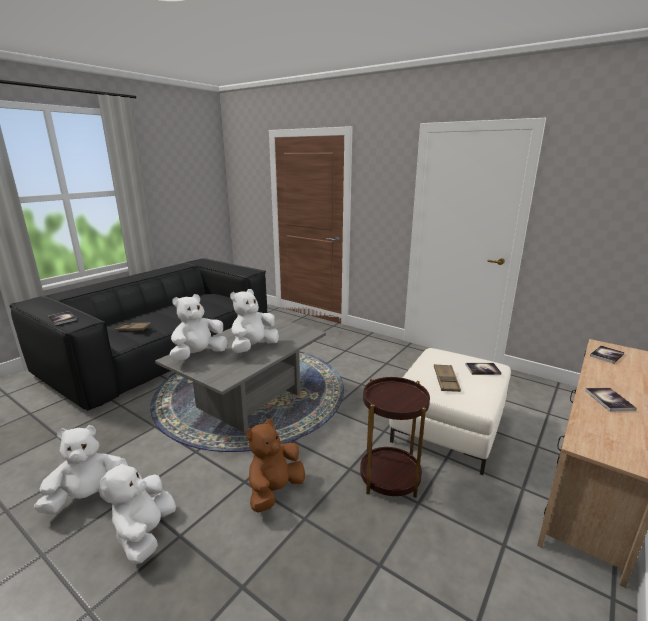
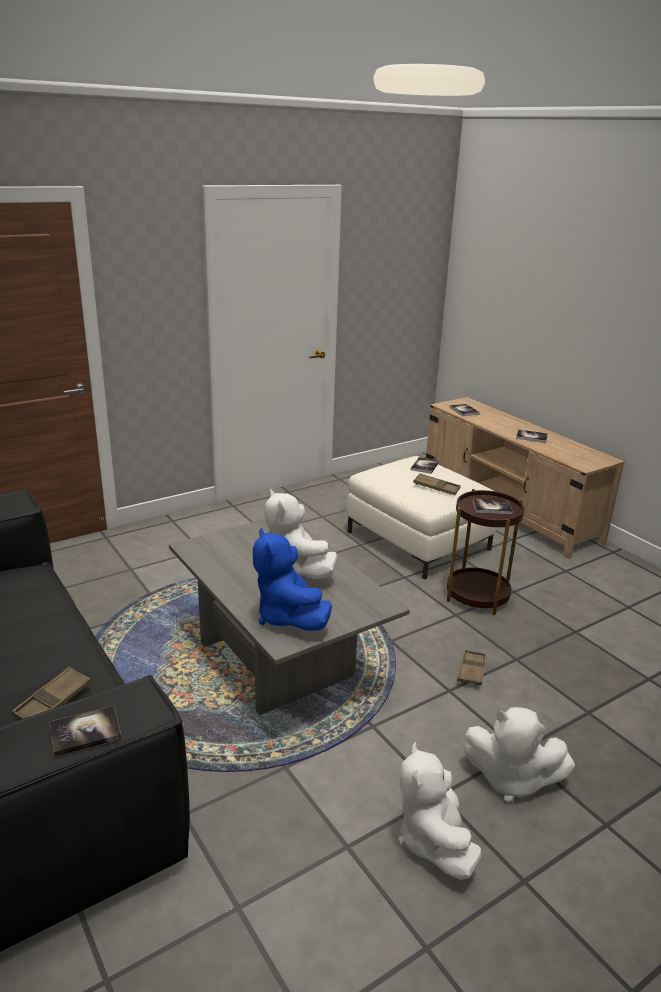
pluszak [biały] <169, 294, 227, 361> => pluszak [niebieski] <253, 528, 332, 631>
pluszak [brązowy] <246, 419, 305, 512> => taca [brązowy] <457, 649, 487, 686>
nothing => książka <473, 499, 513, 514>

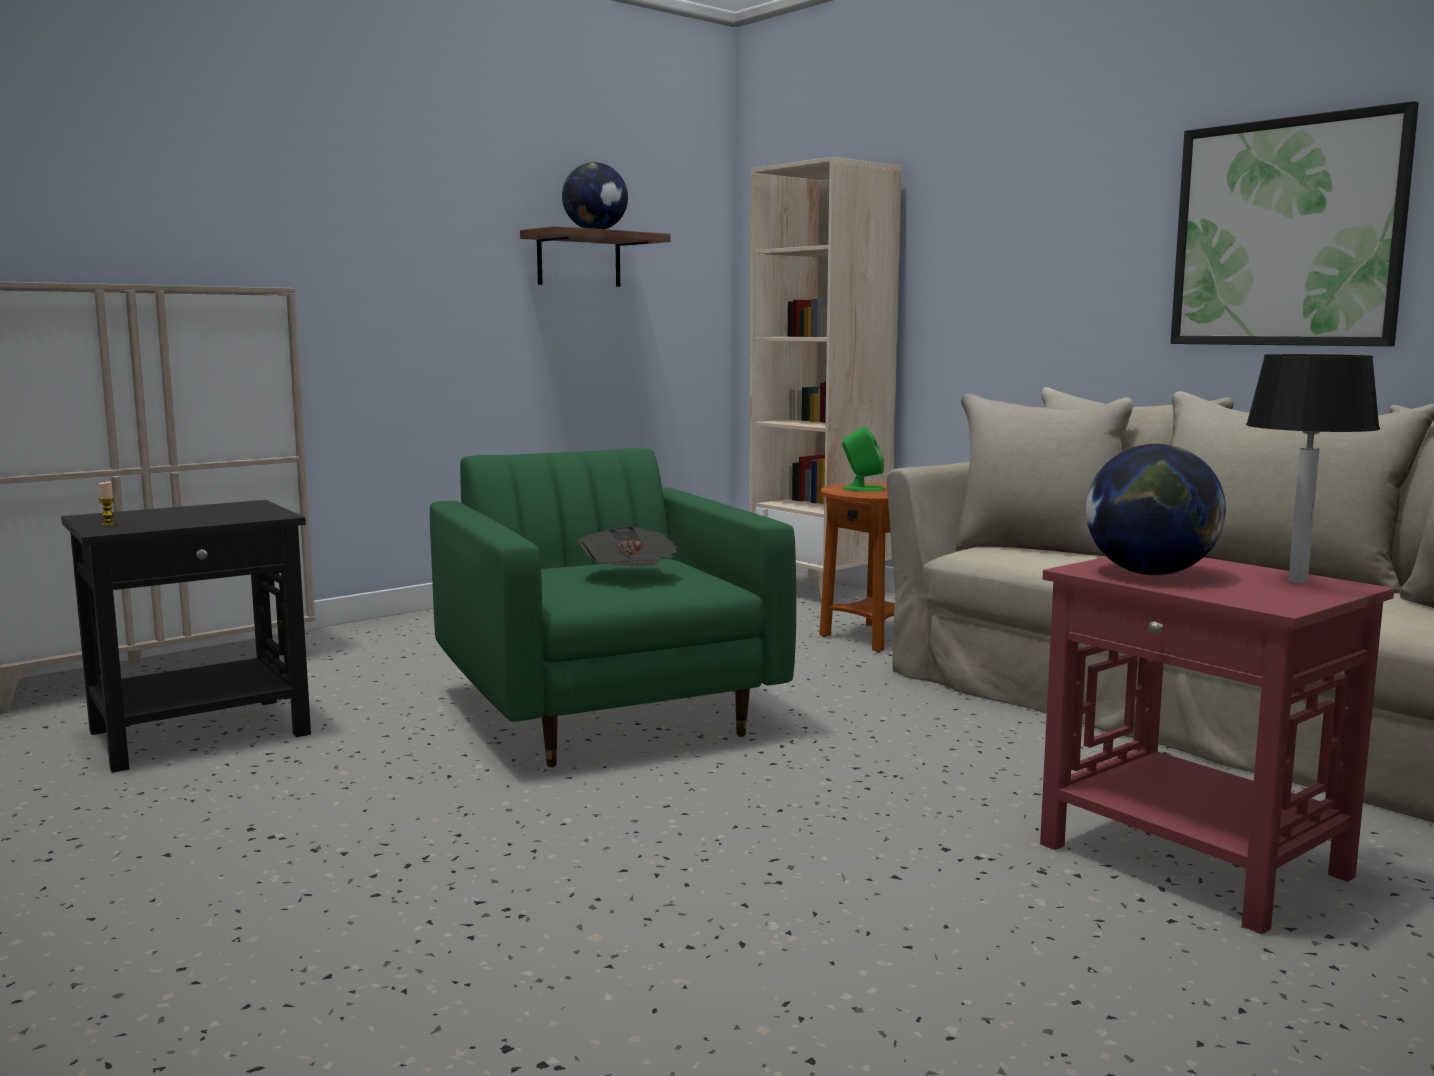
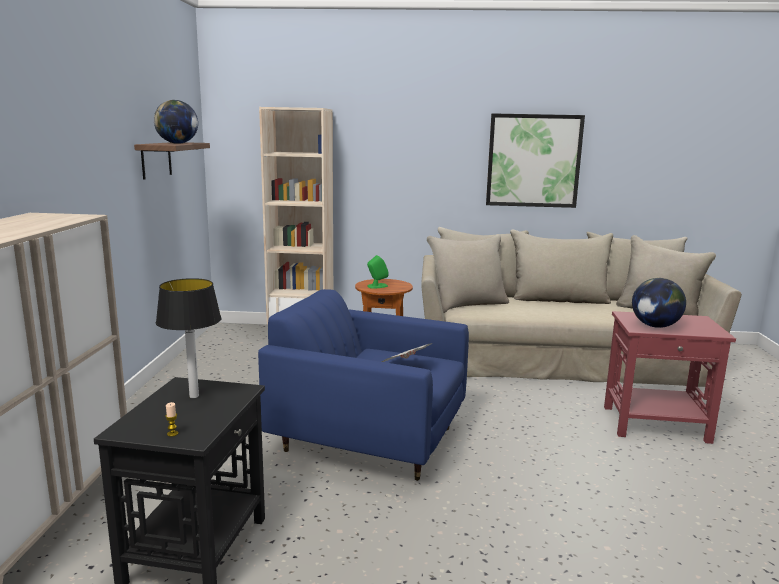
lampa stołowa <1246, 354, 1380, 584> => lampa stołowa <156, 278, 221, 398>, relocated
fotel [zielony] <430, 448, 796, 767> => fotel [niebieski] <258, 289, 469, 481>

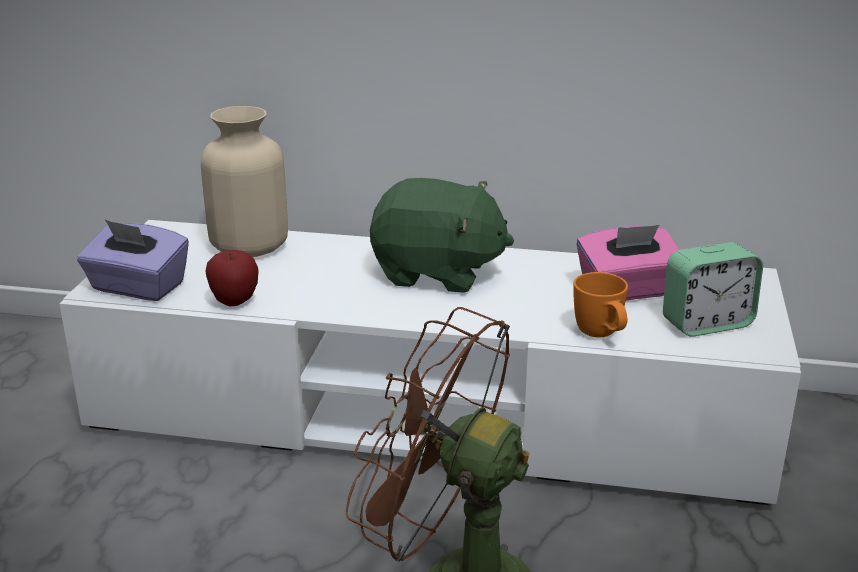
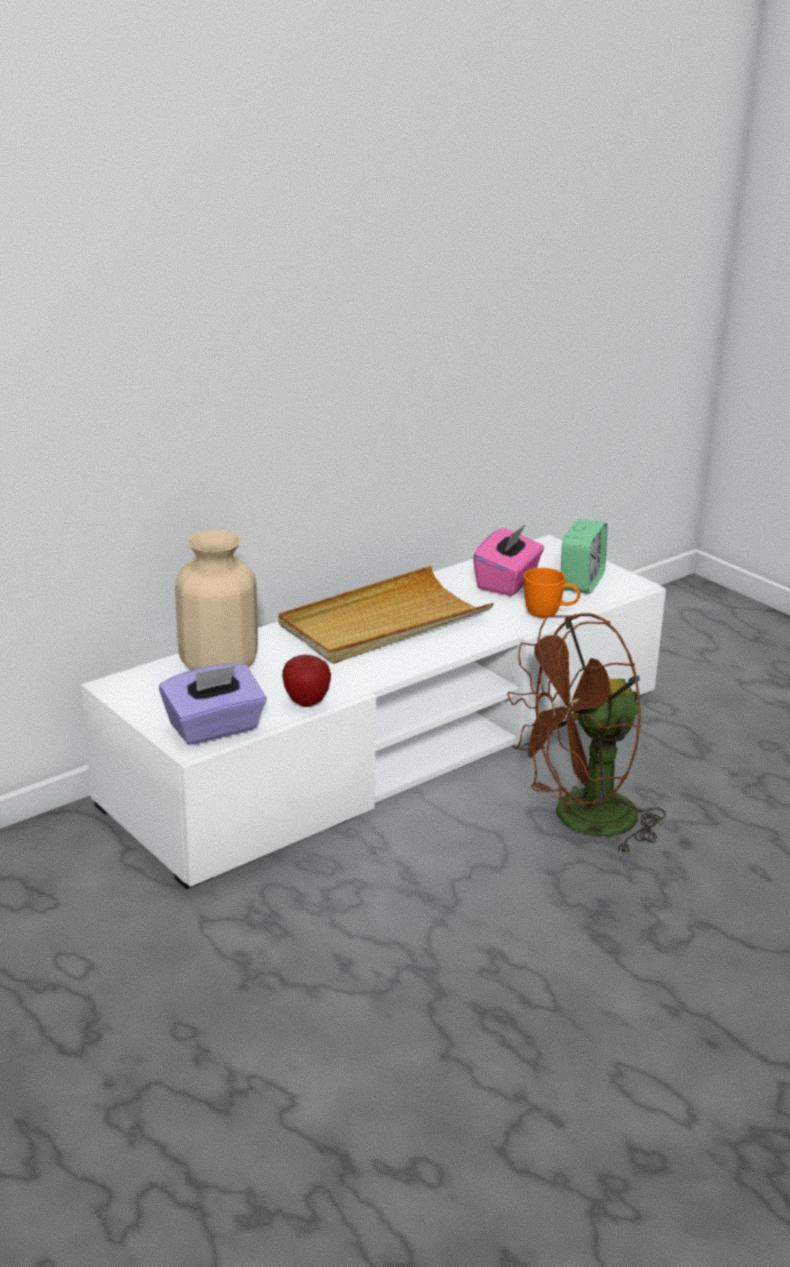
pluszak [zielony] <370, 178, 514, 293> => taca [beżowy] <278, 566, 494, 664>

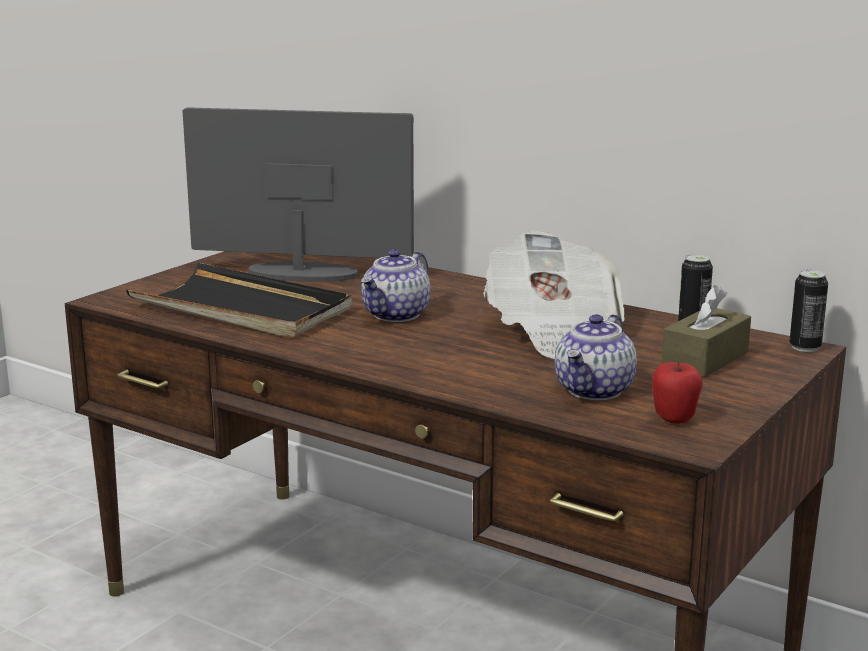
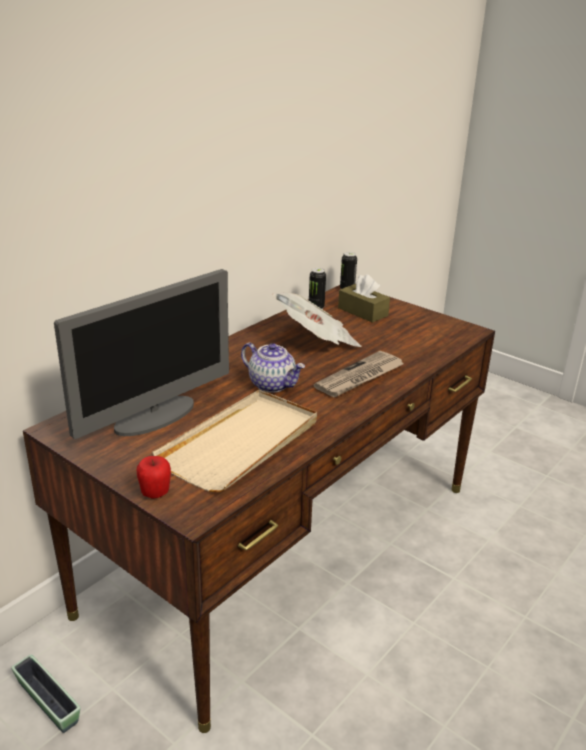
monitor <183, 107, 414, 282> => monitor <54, 269, 229, 439>, 150 degrees counterclockwise
taca [czarny] <126, 263, 352, 338> => taca [beżowy] <152, 390, 317, 492>
imbryk <555, 314, 637, 400> => nothing
jabłko <652, 362, 702, 424> => jabłko <137, 456, 171, 499>, relocated
nothing => gazeta <314, 351, 404, 398>
nothing => donica <11, 654, 81, 733>

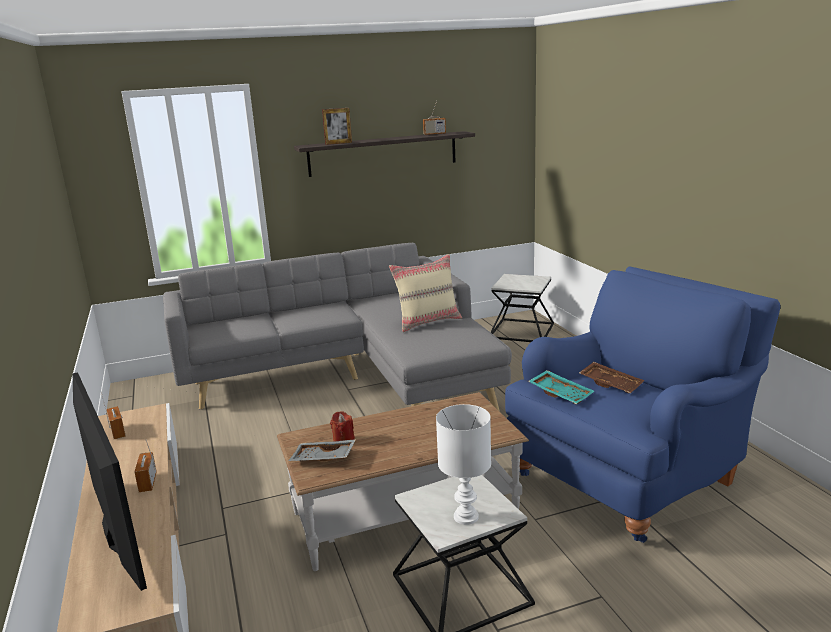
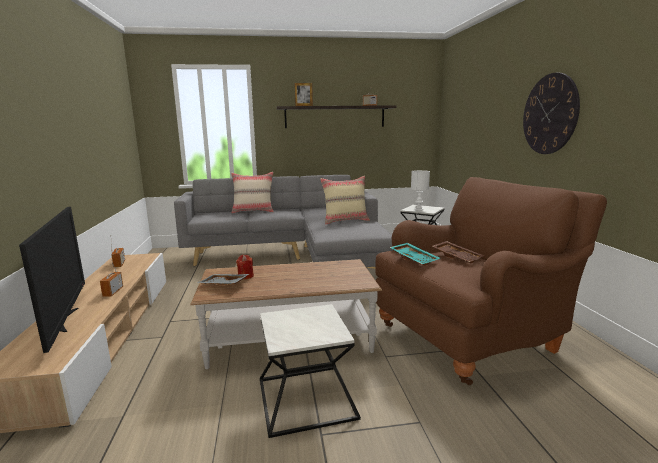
fotel [niebieski] <505, 266, 780, 543> => fotel [brązowy] <375, 177, 607, 385>
lampa stołowa [biały] <436, 404, 491, 525> => lampa stołowa [biały] <411, 170, 430, 211>, relocated
nothing => zegar ścienny <523, 73, 580, 154>
nothing => poduszka [beżowy] <231, 172, 274, 213>

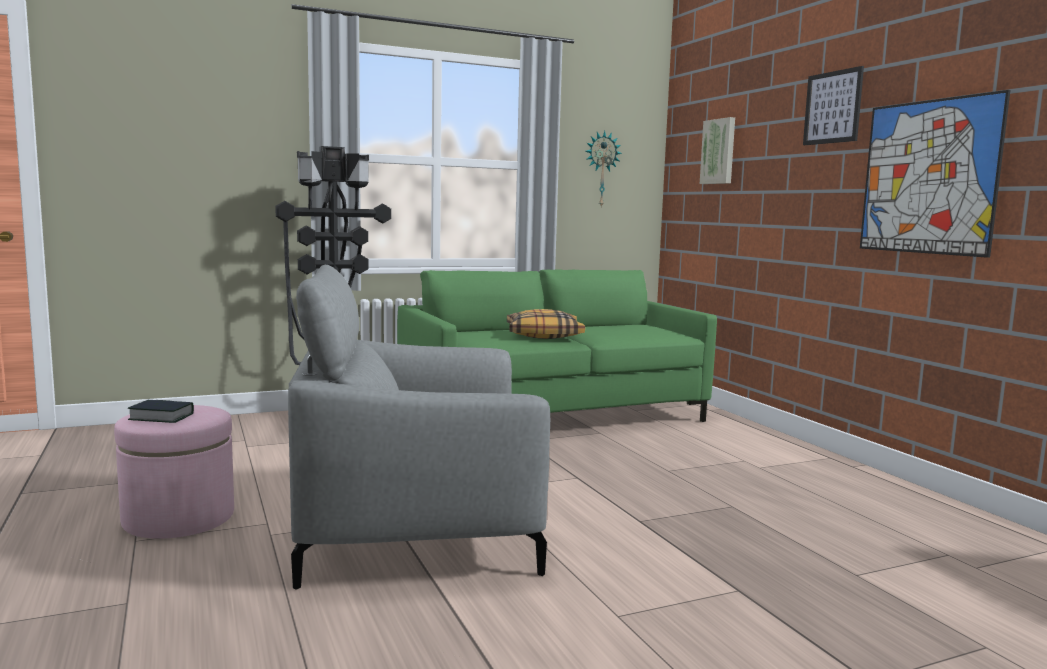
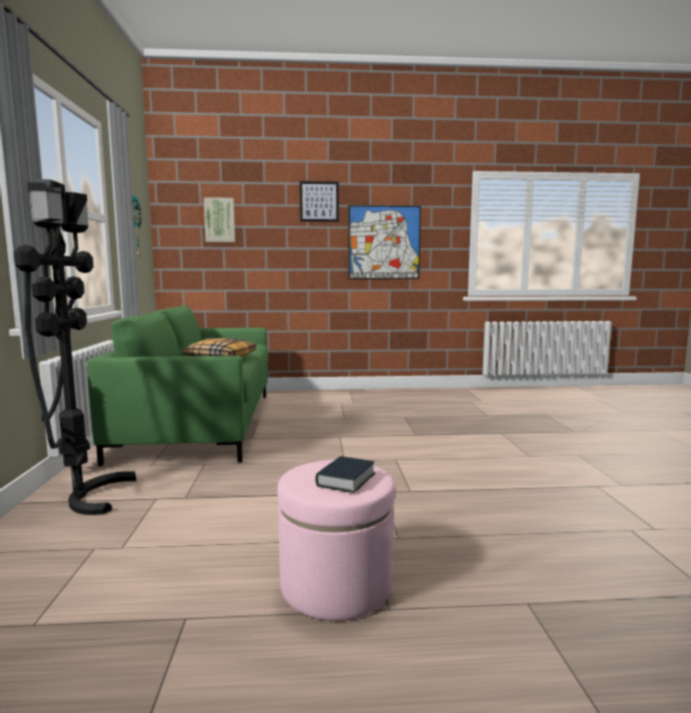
fotel [szary] <288, 265, 550, 590> => nothing

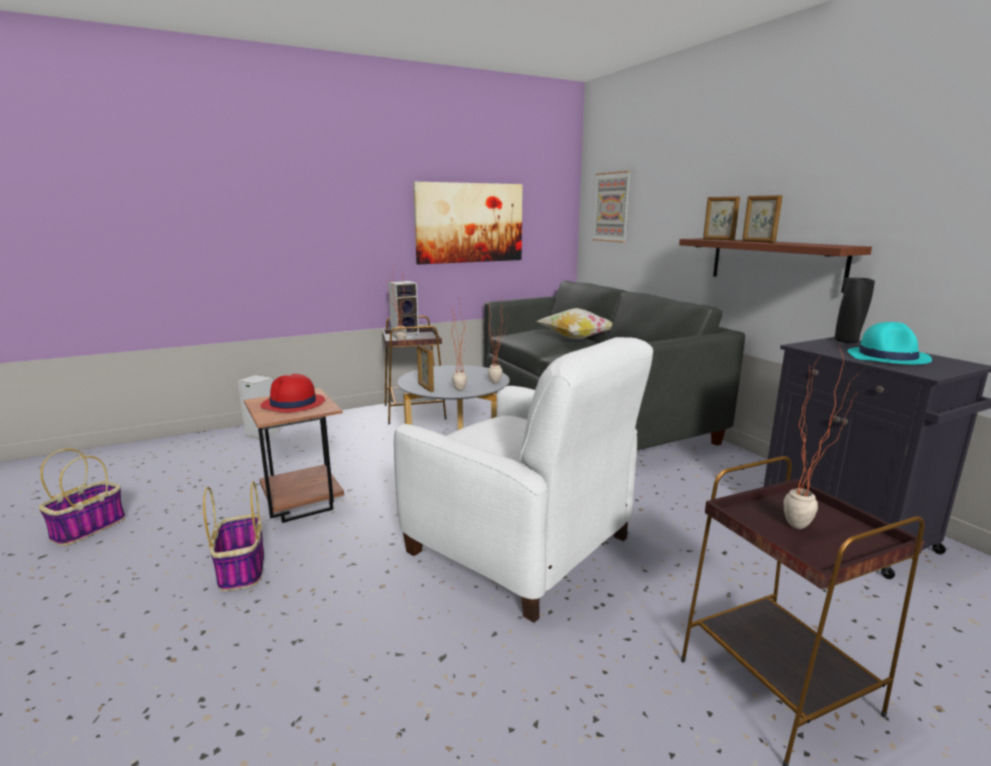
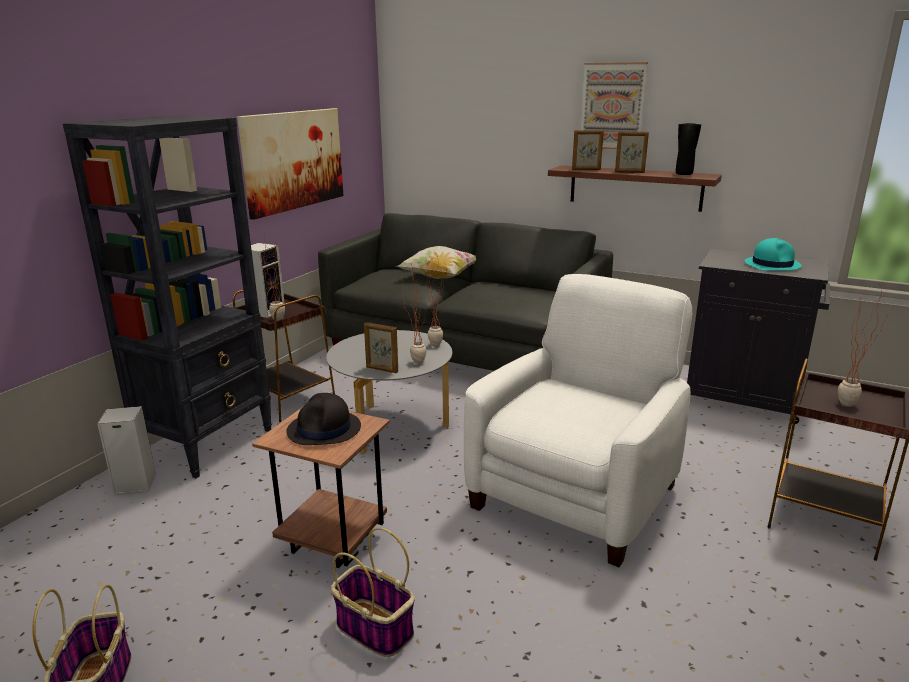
obraz <593, 171, 631, 243> => obraz <581, 62, 648, 149>, relocated
wazon [czarny] <835, 278, 875, 343> => wazon [czarny] <676, 123, 701, 175>, relocated
fotel [biały] <394, 337, 653, 623> => fotel [biały] <464, 274, 692, 567>, 60 degrees counterclockwise
kapelusz [czerwony] <261, 374, 325, 413> => kapelusz [czarny] <286, 393, 361, 445>
nothing => regał [czarny] <63, 116, 272, 479>

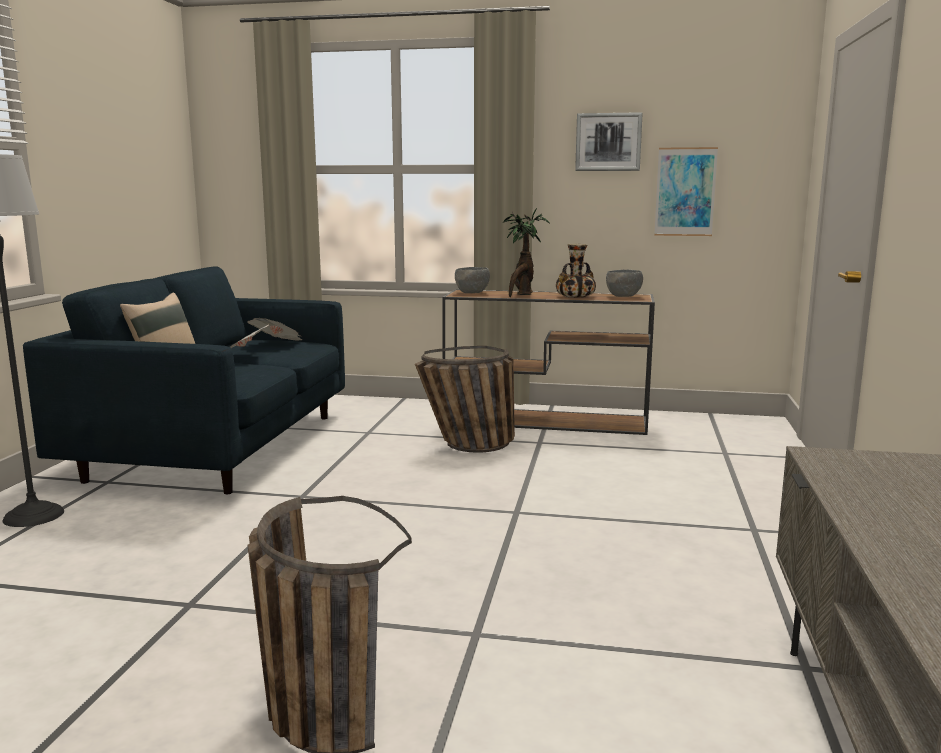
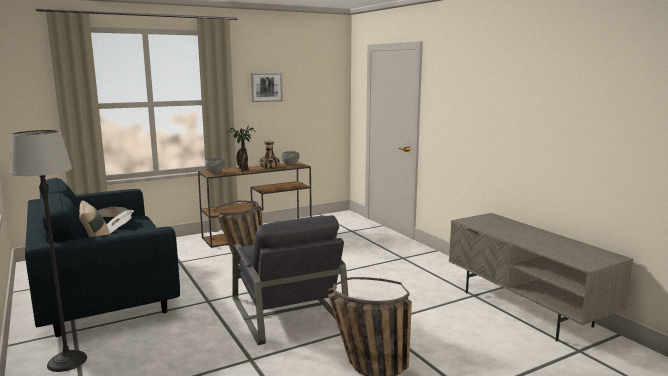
obraz <654, 147, 718, 236> => nothing
nothing => fotel [szary] <232, 215, 349, 345>

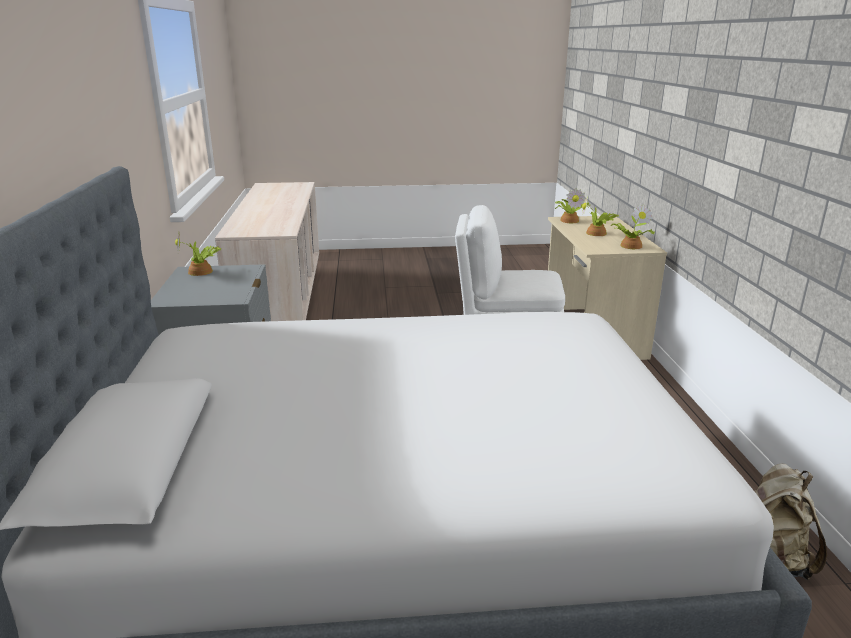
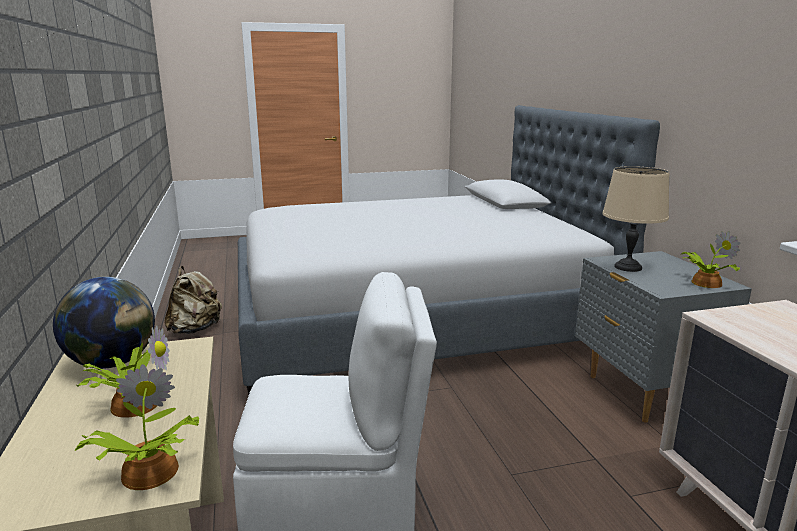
roślina doniczkowa <611, 204, 655, 249> => globus <53, 277, 155, 369>
nothing => lampa stołowa [beżowy] <602, 166, 670, 272>

